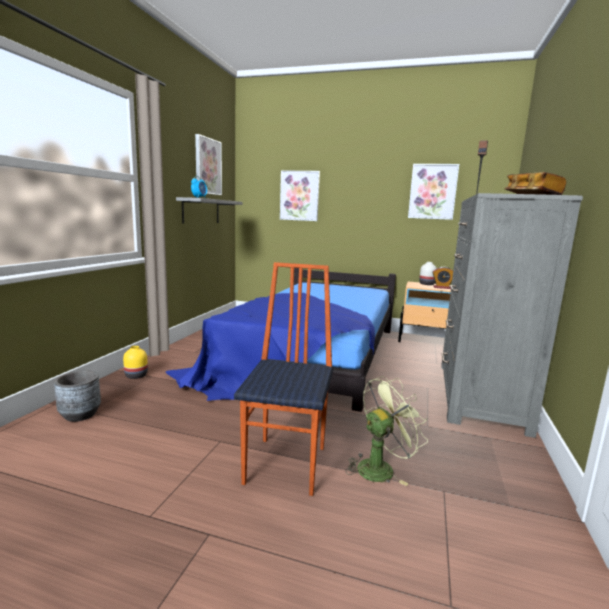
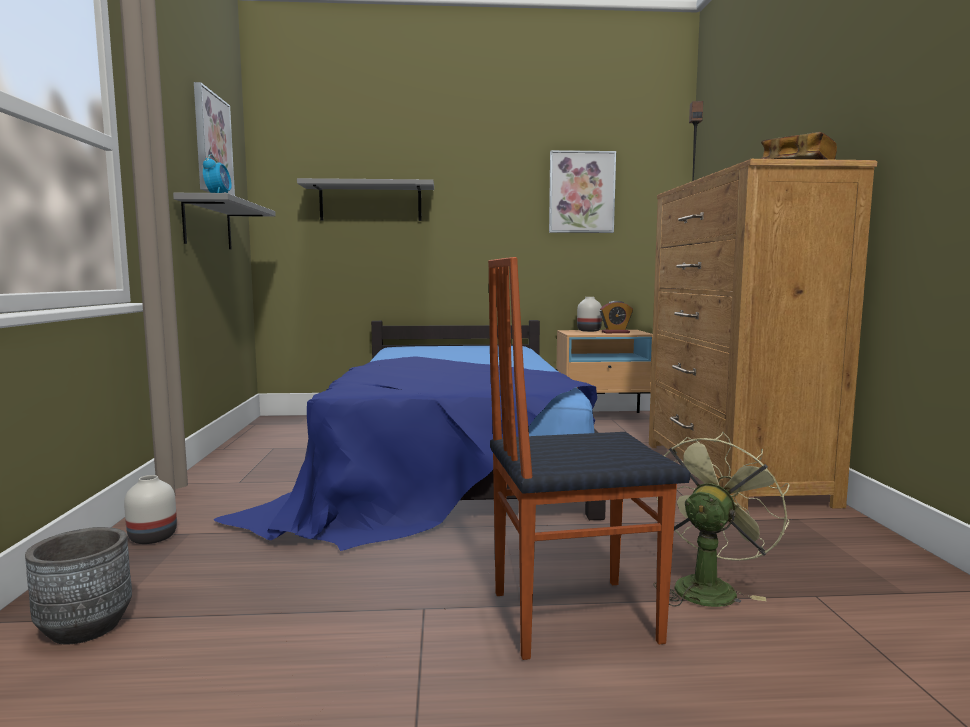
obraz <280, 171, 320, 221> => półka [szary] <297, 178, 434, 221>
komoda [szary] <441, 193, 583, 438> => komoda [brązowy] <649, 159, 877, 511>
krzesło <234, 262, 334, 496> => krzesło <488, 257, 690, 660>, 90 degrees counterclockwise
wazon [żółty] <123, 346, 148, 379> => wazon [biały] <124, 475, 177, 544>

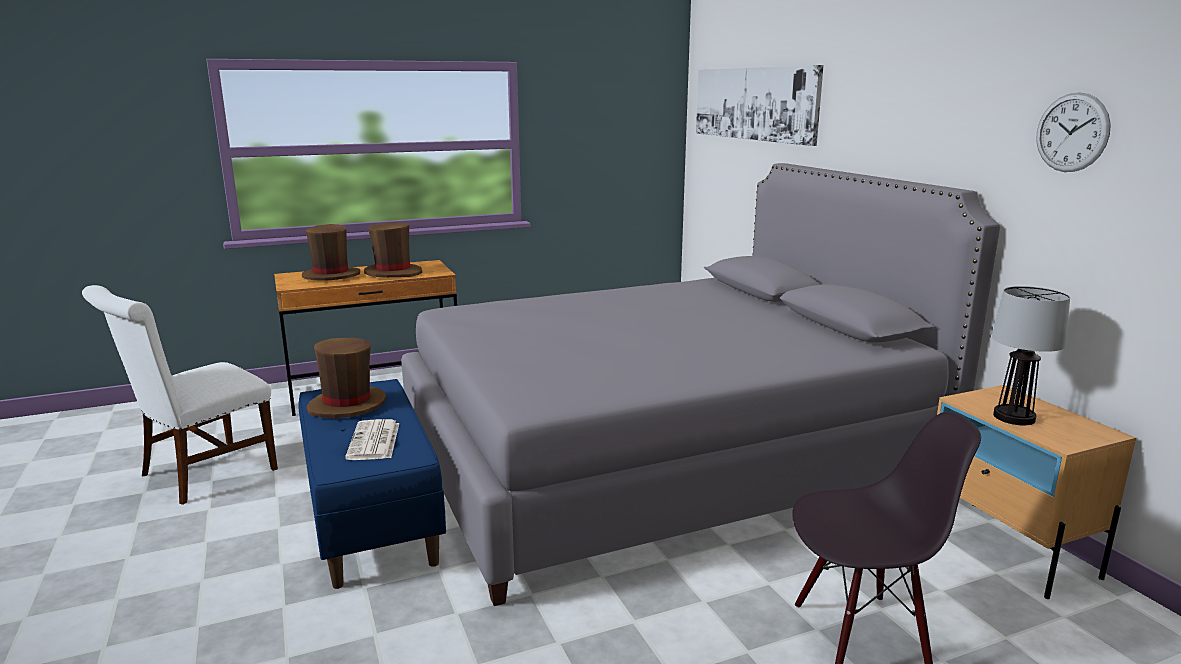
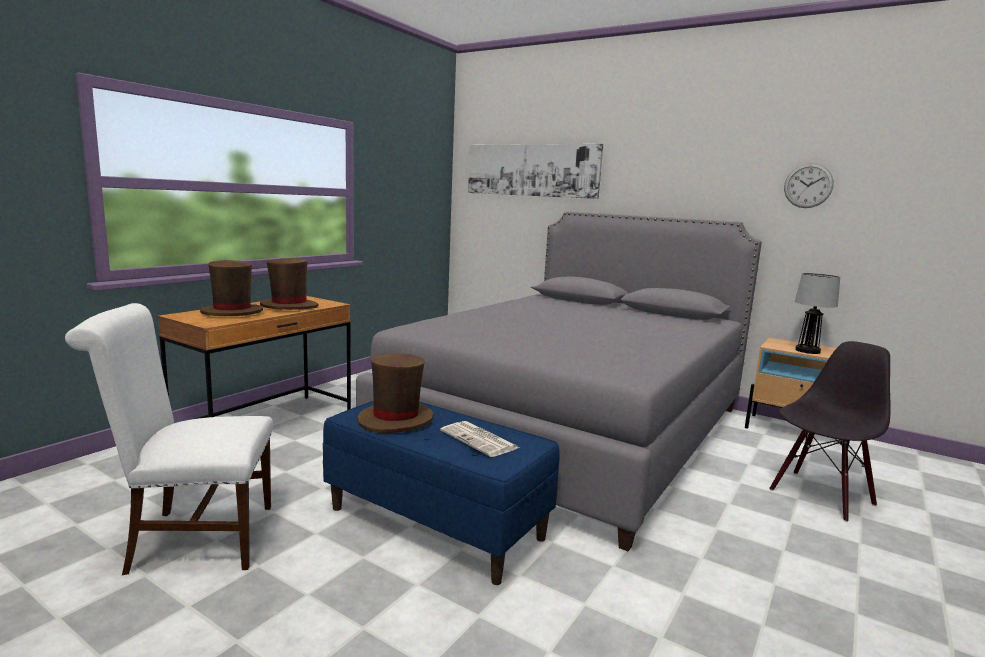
krzesło [biały] <82, 285, 278, 505> => krzesło [biały] <65, 303, 273, 575>, 75 degrees clockwise

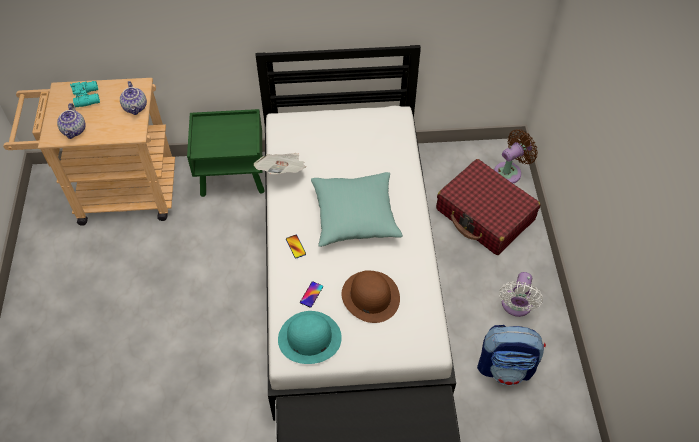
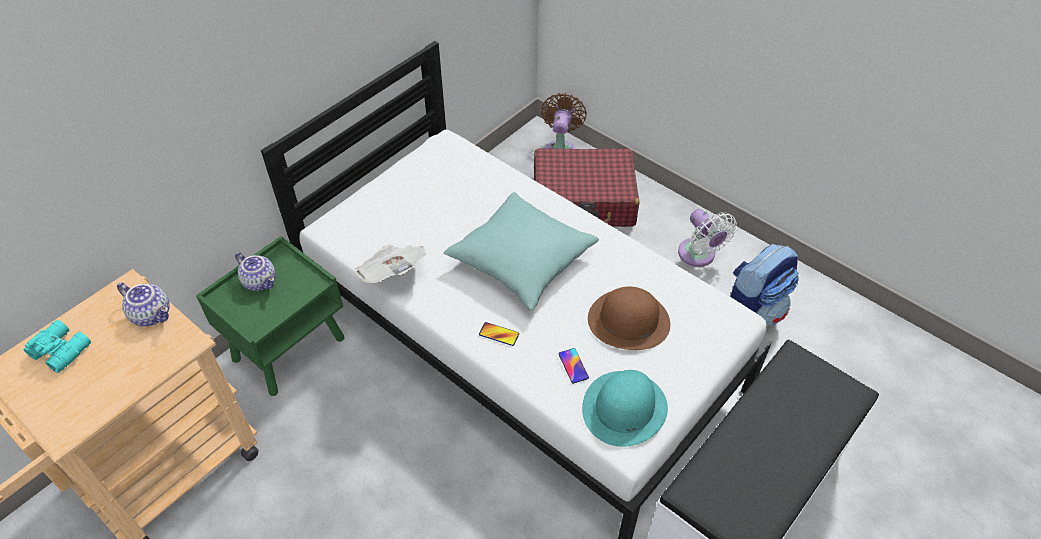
imbryk <57, 103, 86, 139> => imbryk <235, 252, 276, 291>, relocated

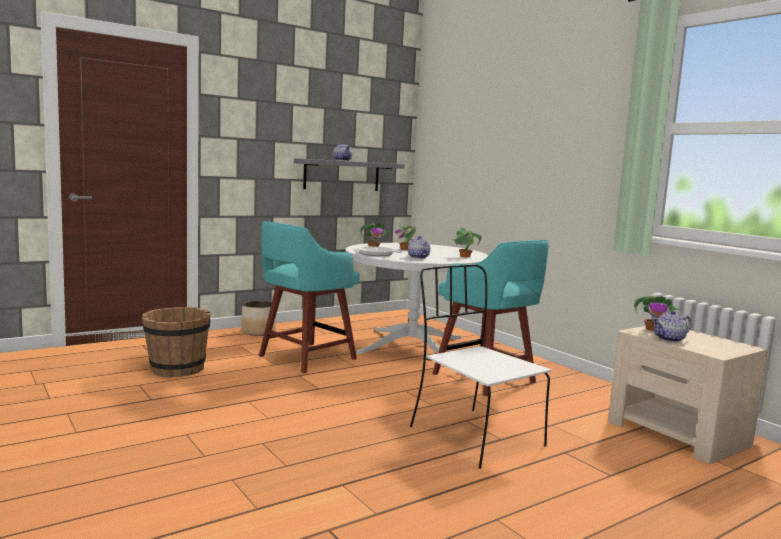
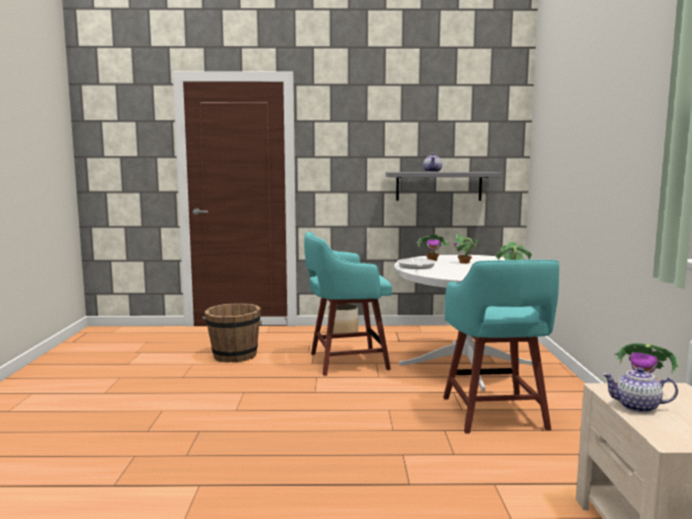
imbryk <408, 236, 430, 259> => nothing
krzesło [biały] <410, 264, 551, 469> => nothing

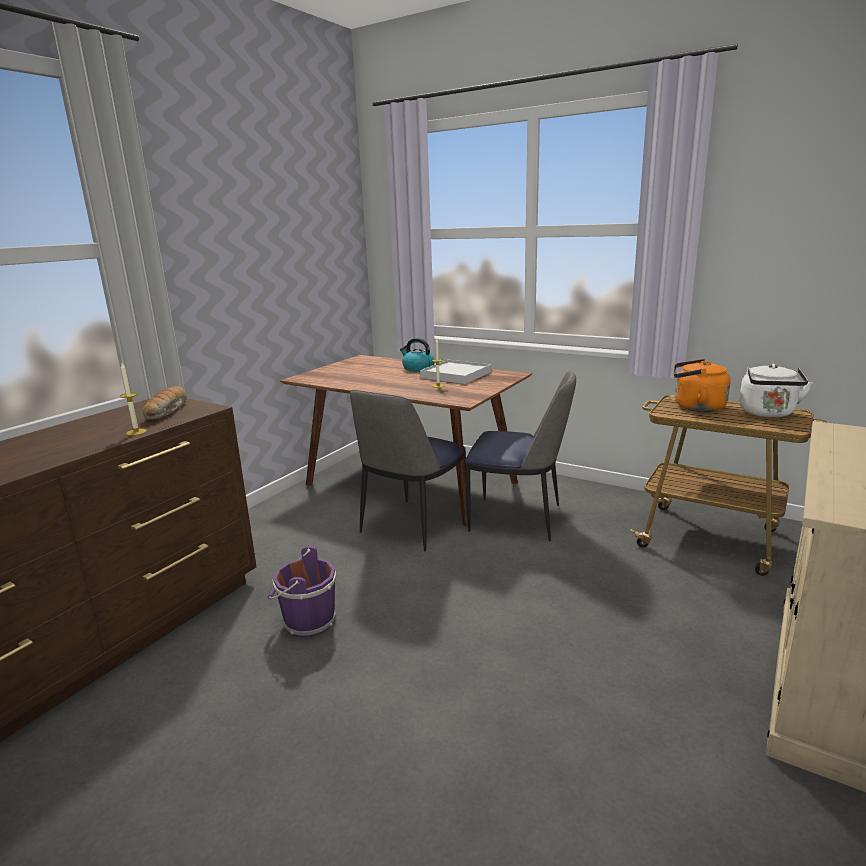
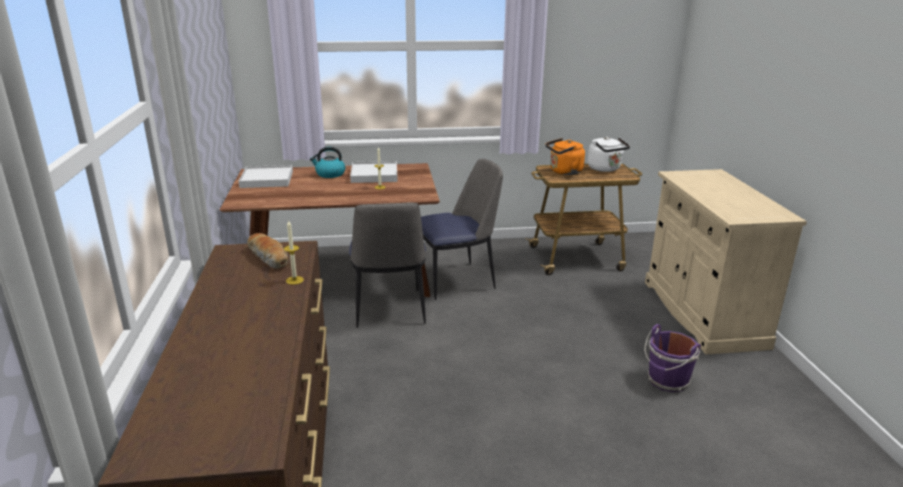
wiadro [fioletowy] <268, 546, 336, 637> => wiadro [fioletowy] <644, 324, 701, 392>, relocated
nothing => taca [biały] <239, 165, 293, 188>

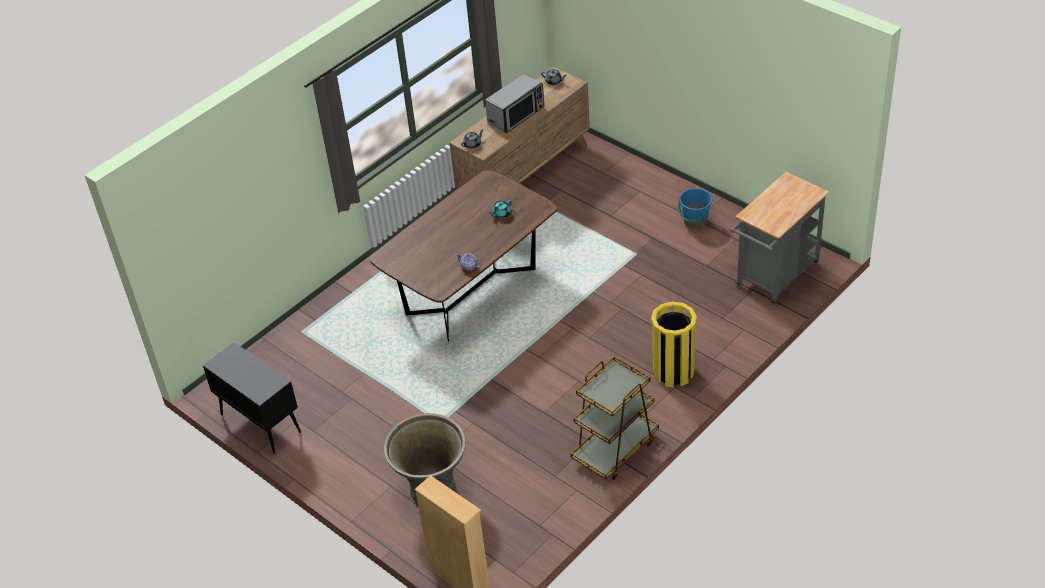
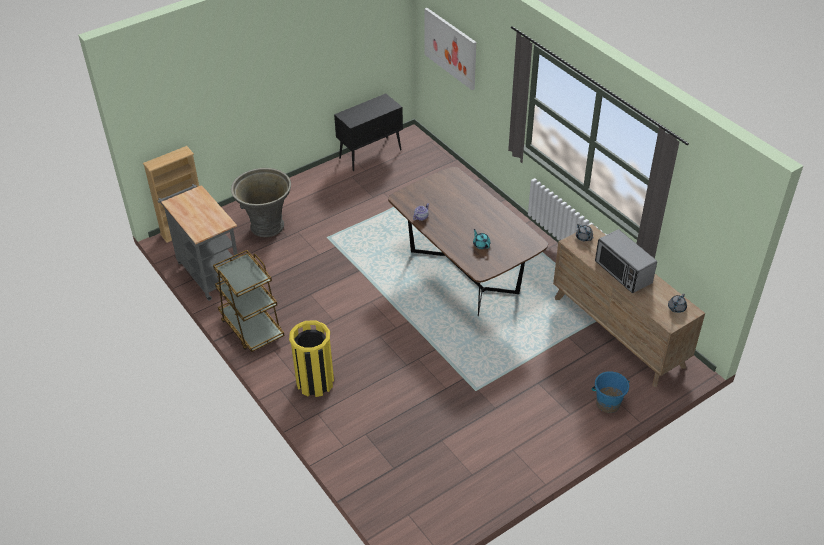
wózek [szary] <730, 172, 829, 305> => wózek [szary] <158, 184, 238, 301>, relocated
wiadro [niebieski] <678, 188, 713, 229> => wiadro [niebieski] <591, 371, 630, 413>, relocated
nothing => obraz <425, 8, 476, 90>

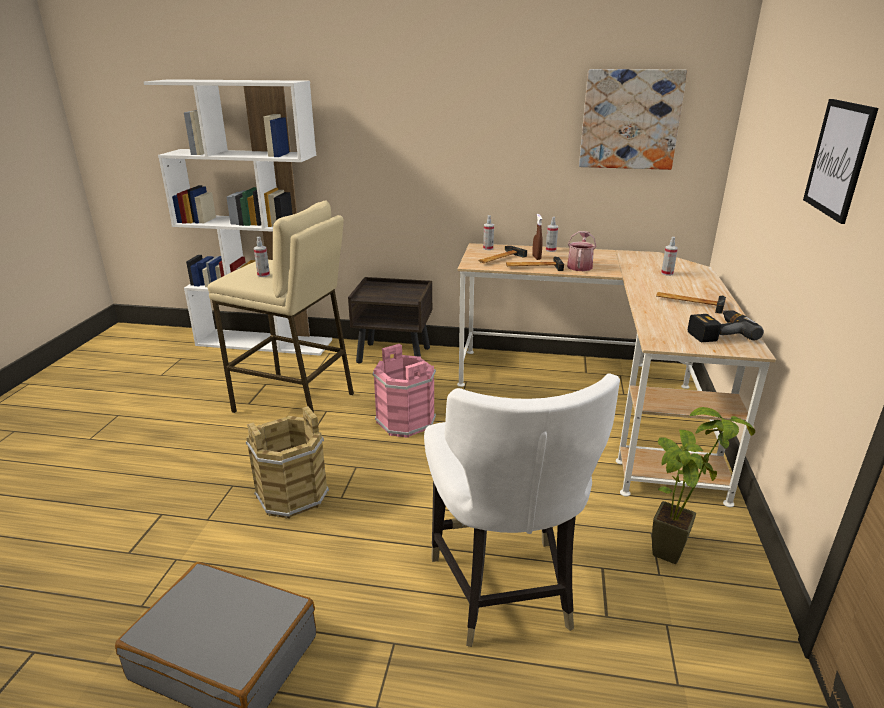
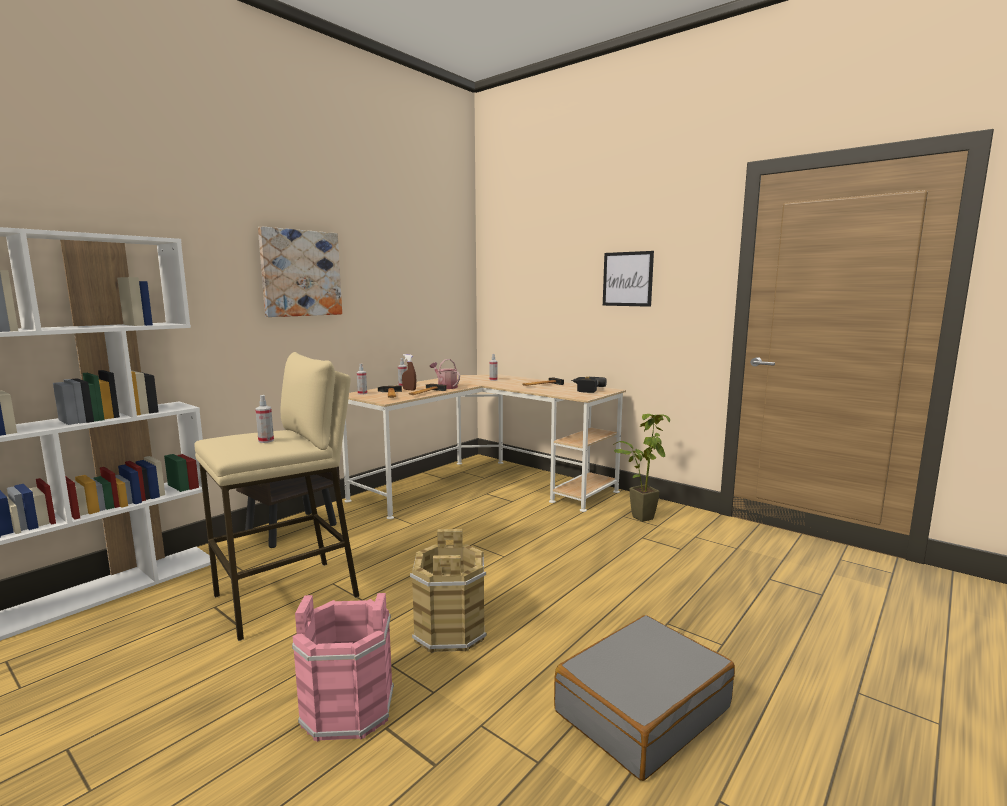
obraz <579, 69, 687, 170> => obraz <258, 226, 342, 317>, relocated
wiadro [różowy] <372, 344, 436, 438> => wiadro [różowy] <292, 593, 394, 742>, relocated
krzesło [biały] <424, 373, 620, 647> => nothing

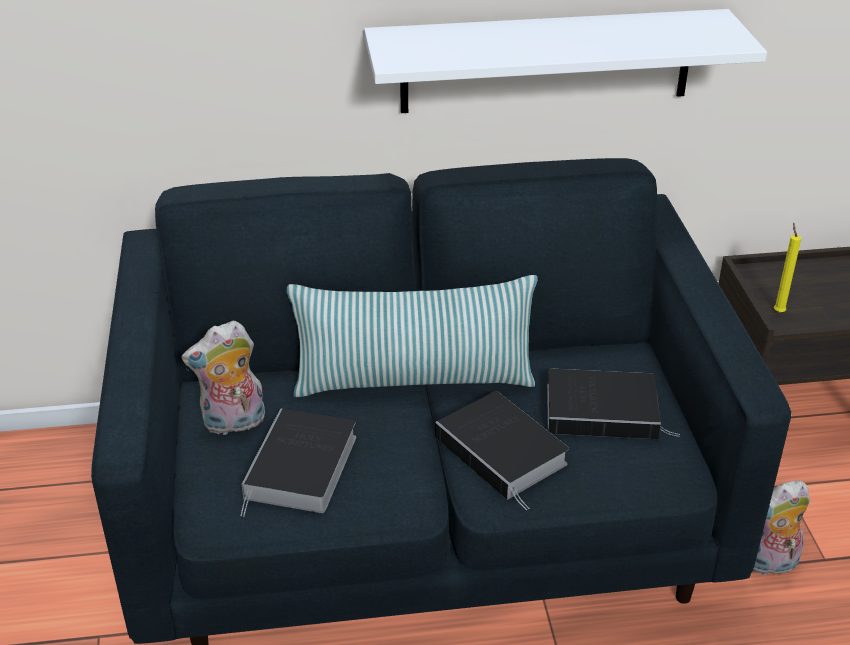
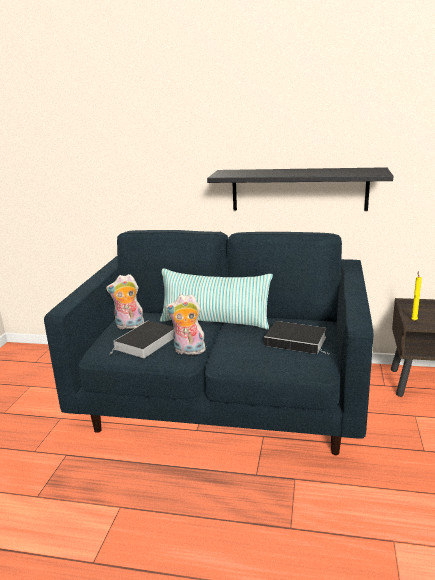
półka [biały] <364, 9, 767, 113> => półka [czarny] <207, 167, 393, 211>
książka <435, 391, 569, 510> => nothing
pluszak <753, 480, 810, 575> => pluszak <166, 294, 208, 356>, relocated

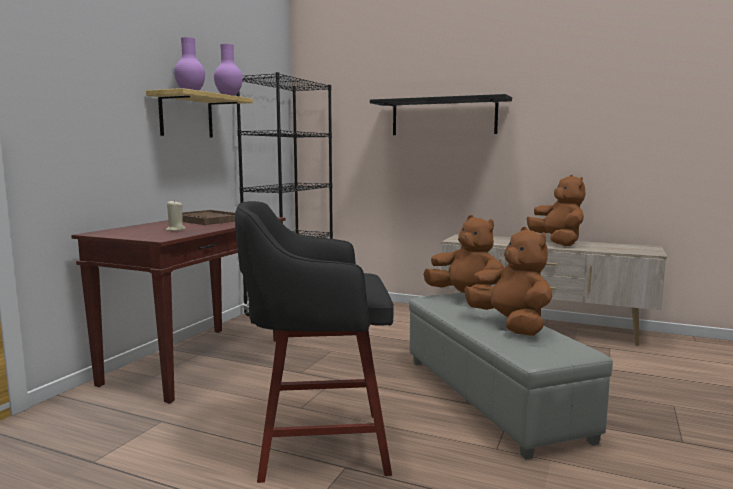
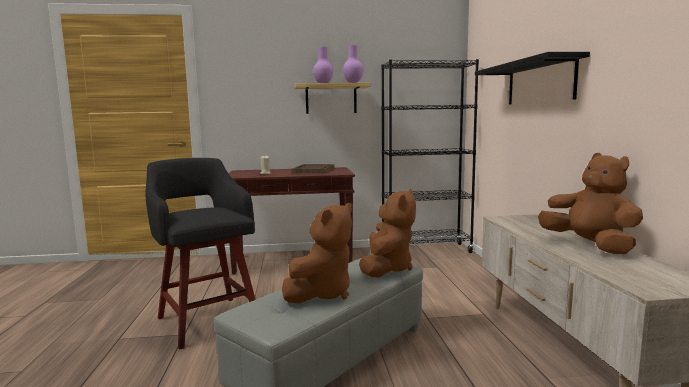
pluszak [brązowy] <527, 175, 585, 246> => pluszak [brązowy] <538, 153, 643, 254>, 75 degrees counterclockwise

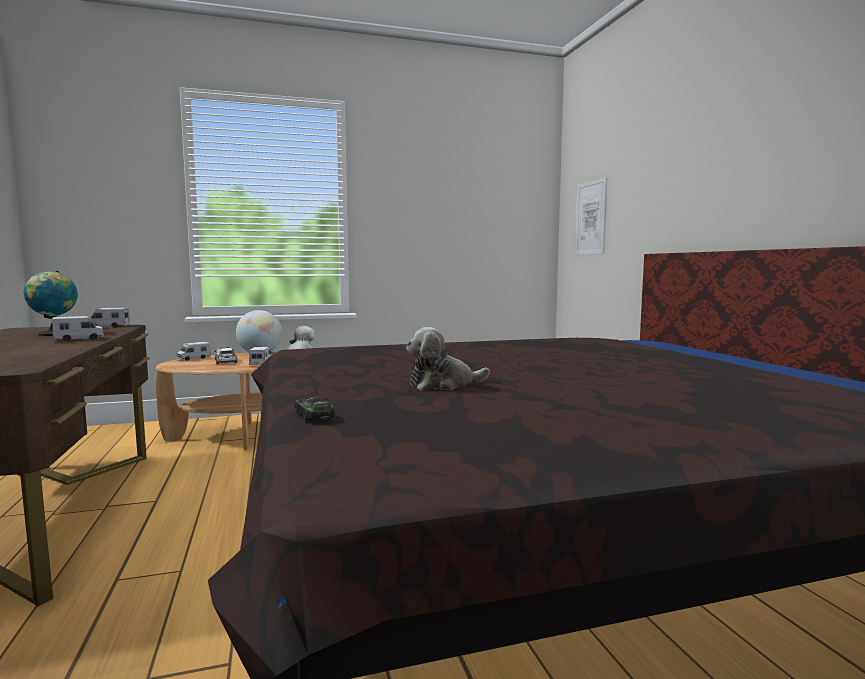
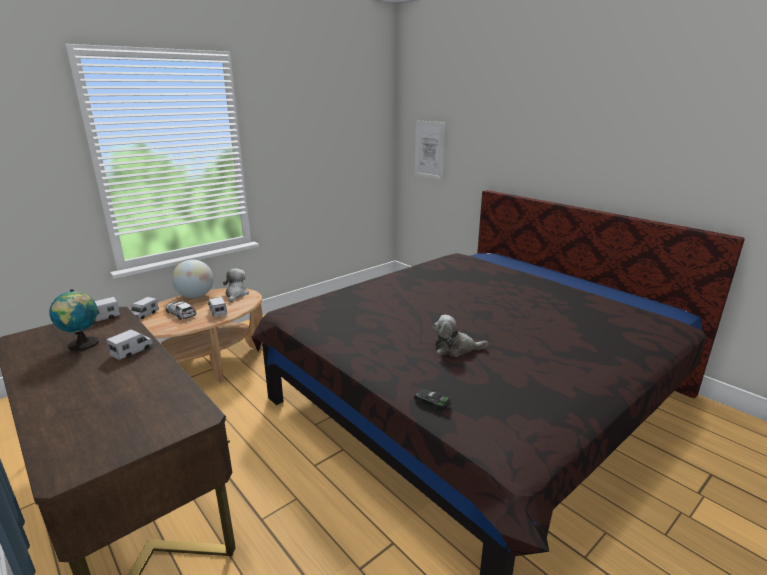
pluszak <406, 327, 490, 391> => pluszak <433, 315, 488, 357>, 45 degrees clockwise

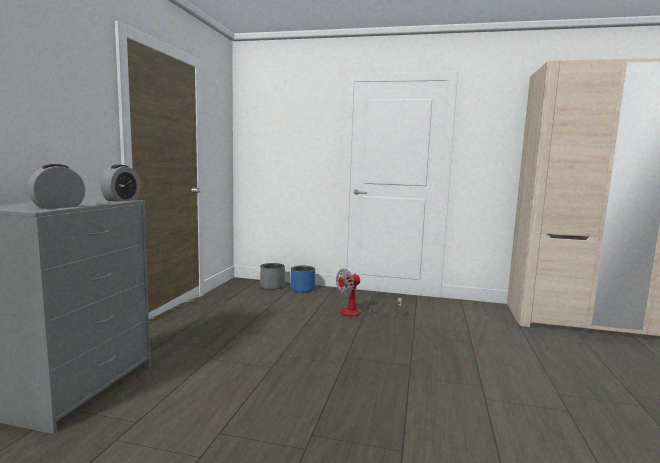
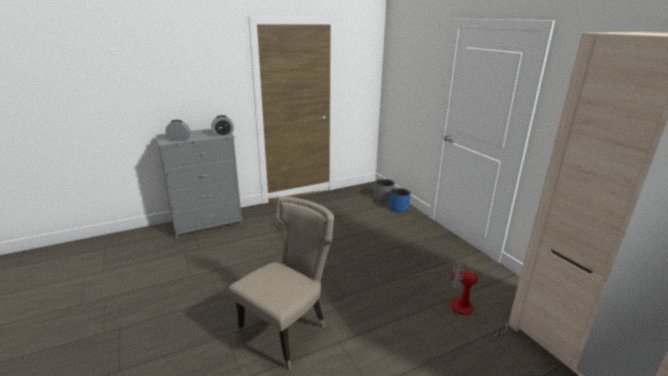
wentylator <336, 269, 402, 320> => wentylator <450, 263, 508, 341>, relocated
nothing => krzesło [beżowy] <228, 196, 334, 370>

